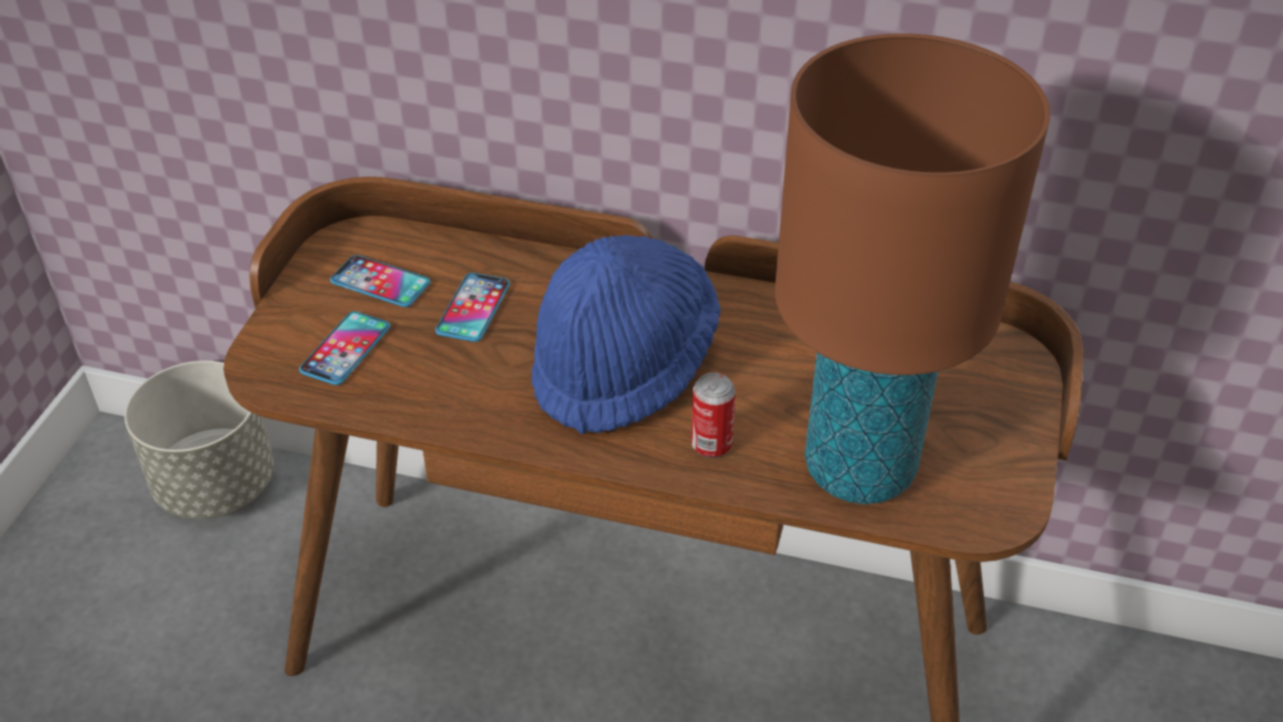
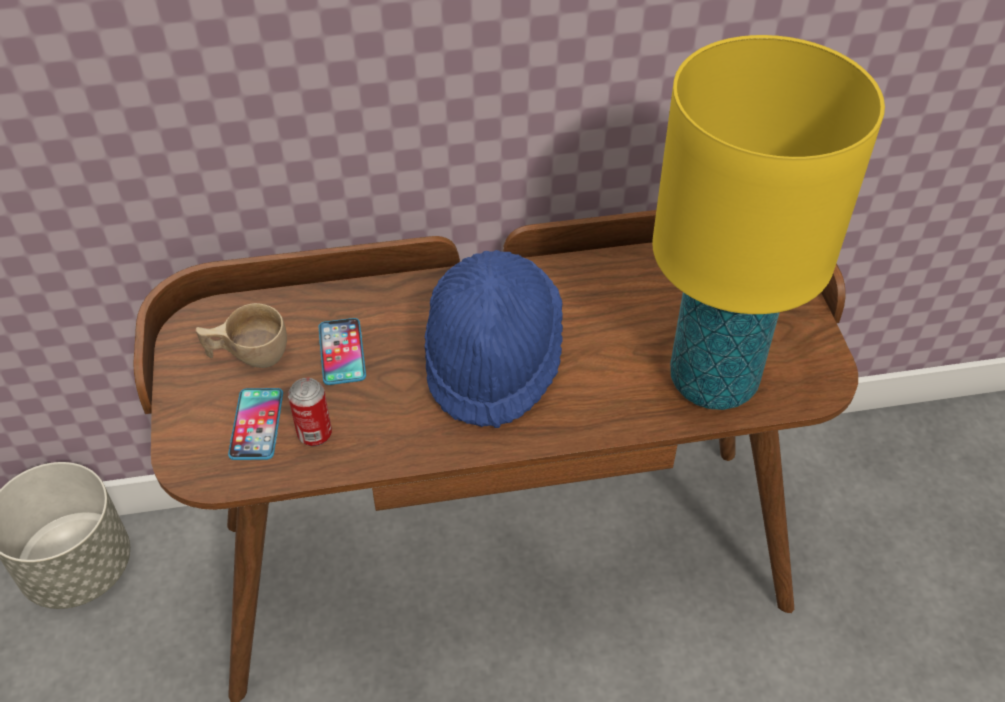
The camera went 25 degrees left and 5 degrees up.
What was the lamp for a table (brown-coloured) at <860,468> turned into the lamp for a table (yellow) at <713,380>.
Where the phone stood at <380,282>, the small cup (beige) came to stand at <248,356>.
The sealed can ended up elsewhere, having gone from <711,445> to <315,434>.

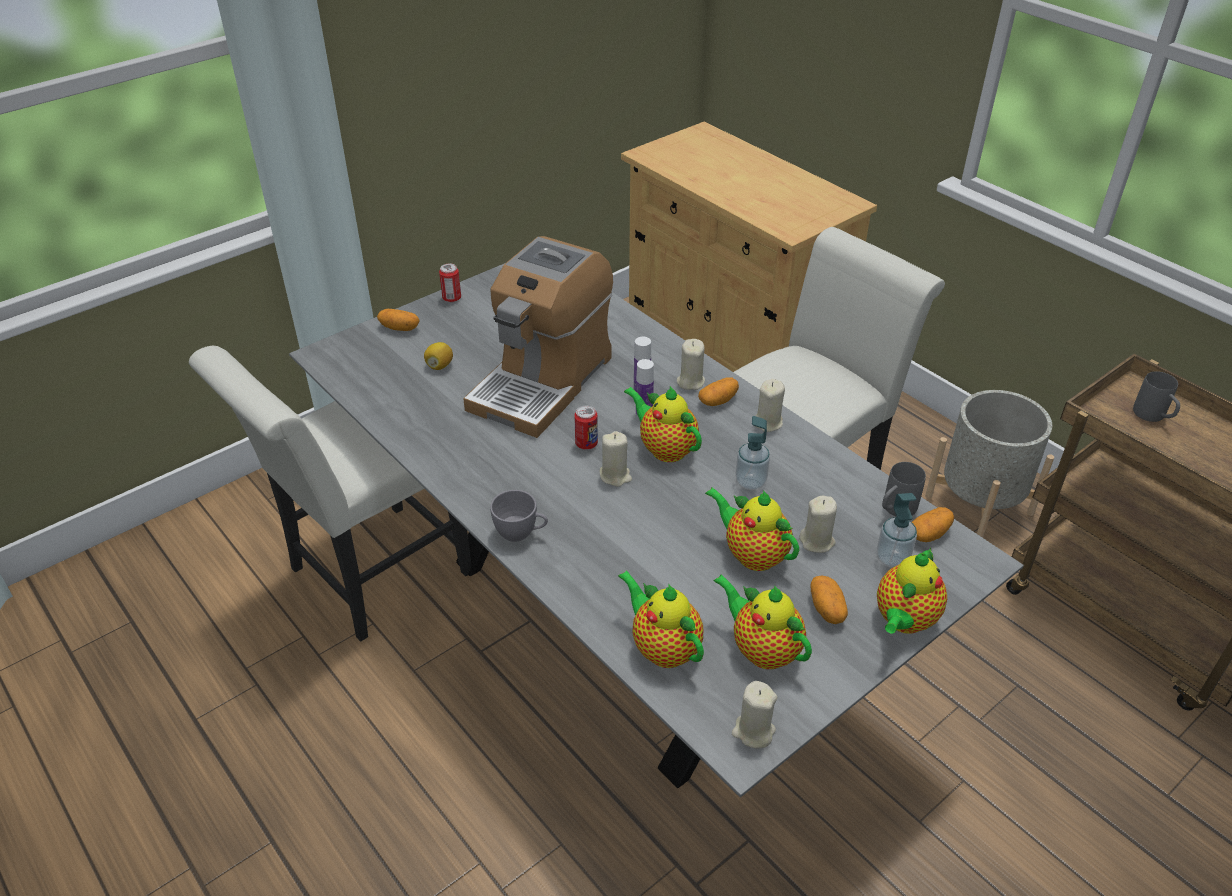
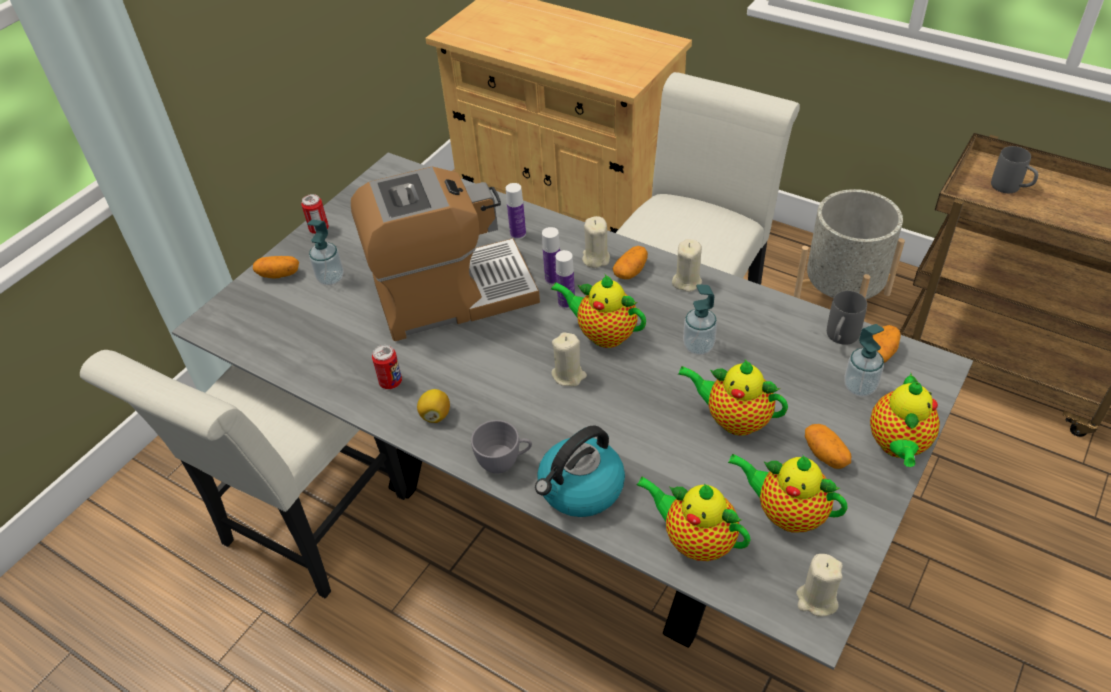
The camera went 15 degrees left and 5 degrees up.
The coffee maker at <542,382> ended up facing another way, 120 degrees counterclockwise from before.
The citrus fruit ended up elsewhere, having gone from <439,366> to <435,415>.
The sealed can ended up elsewhere, having gone from <586,444> to <390,382>.
The second view lost the wax light (beige) at <817,541>.
The second view gained the drink bottle at <518,234>.
The second view gained the soap bottle at <330,278>.
The second view gained the water kettle at <580,489>.

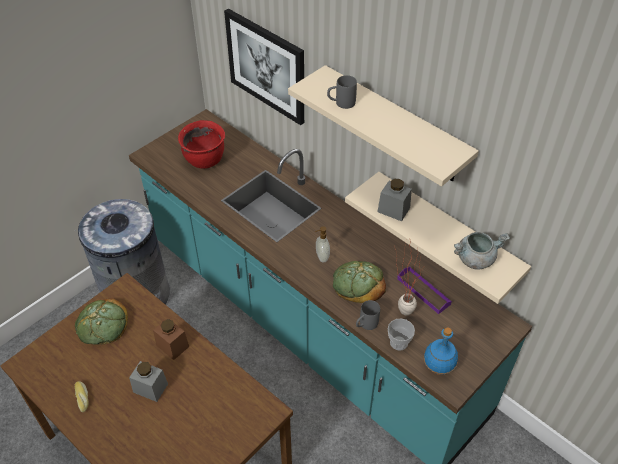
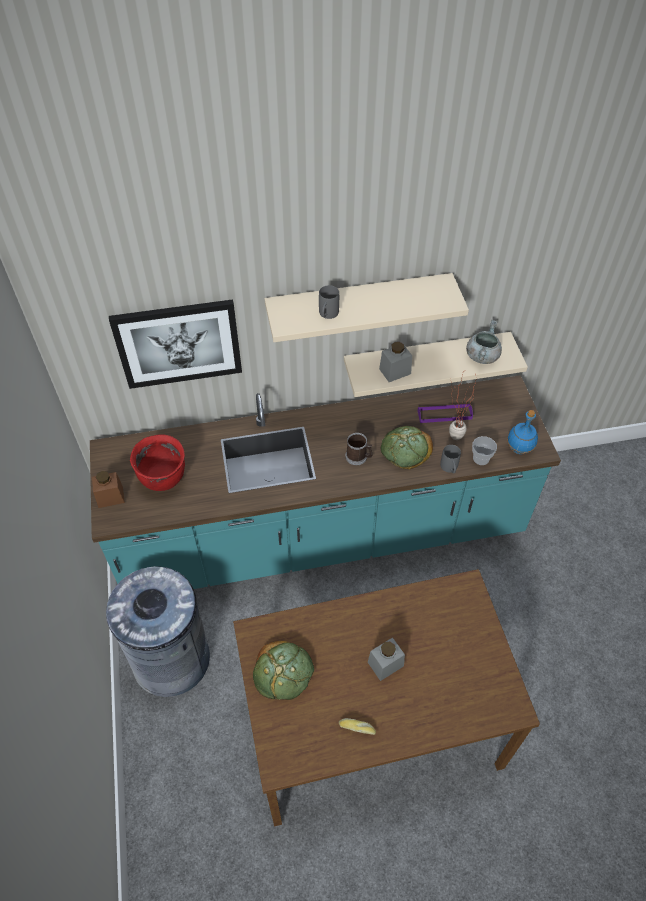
The camera went 55 degrees left and 5 degrees up.
Where the soap bottle stood at <321,257>, the tea mug came to stand at <358,457>.
The jar (brown-coloured) ended up elsewhere, having gone from <172,346> to <110,497>.

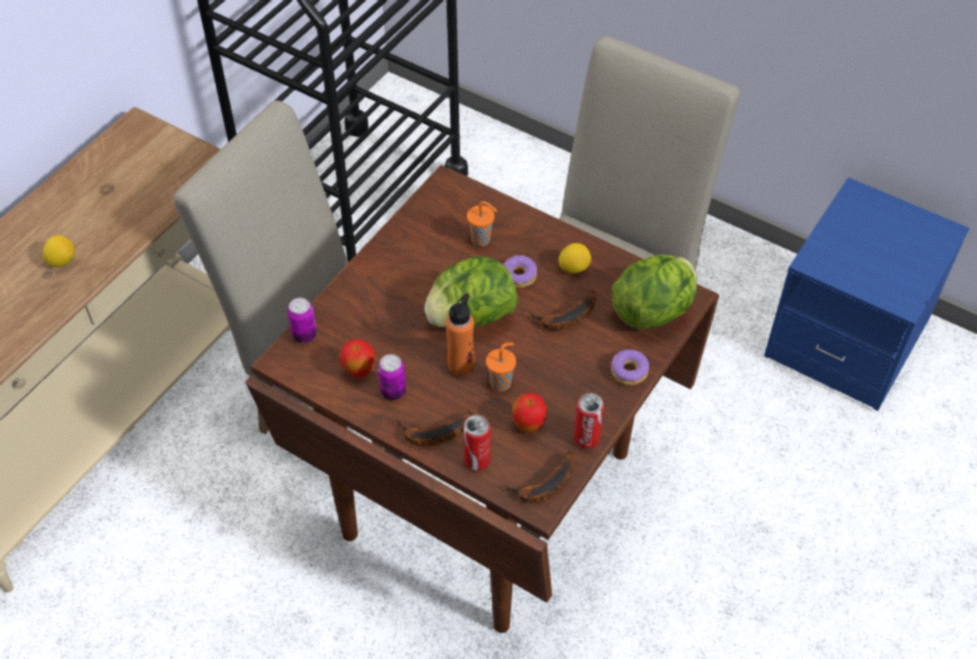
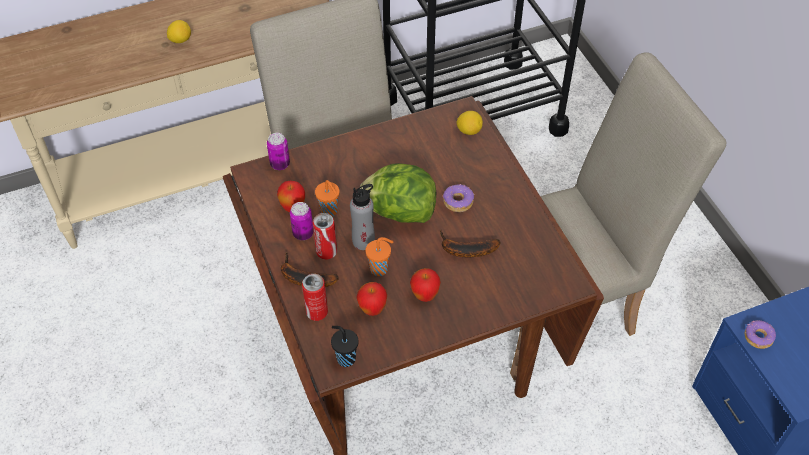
The camera went 35 degrees right and 0 degrees up.
The small cup (orange) ended up elsewhere, having gone from <482,240> to <329,212>.
The citrus fruit ended up elsewhere, having gone from <574,268> to <469,131>.
The second view lost the head of lettuce at <654,311>.
What was the drink bottle (orange) at <461,364> turned into the drink bottle (grey) at <363,241>.
The ring doughnut ended up elsewhere, having gone from <629,372> to <758,337>.
The sealed can ended up elsewhere, having gone from <586,438> to <326,252>.
Where the banana fruit stood at <544,487>, the small cup (blackish) came to stand at <345,358>.
The second view gained the apple fruit at <425,296>.

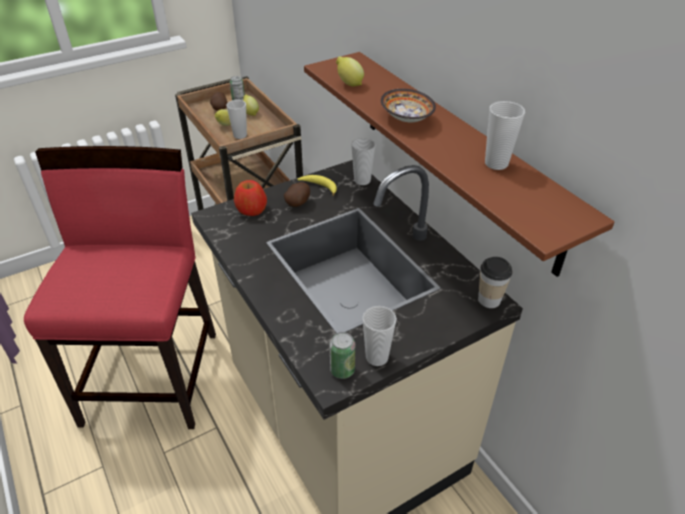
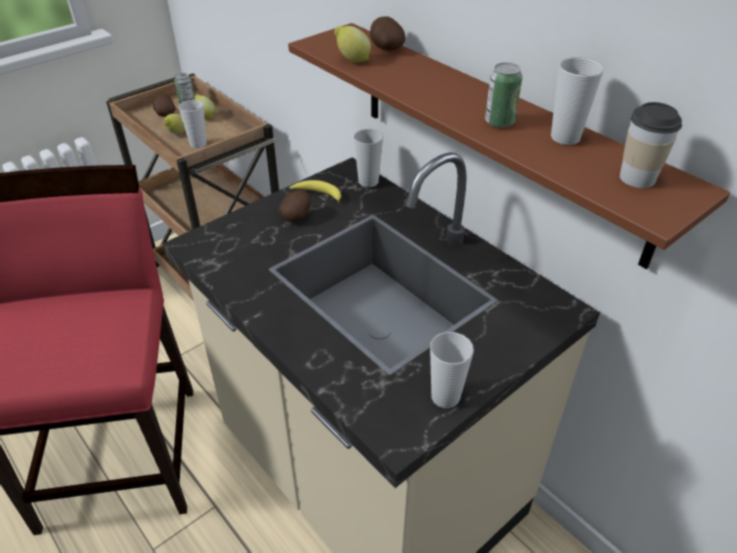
The camera went 10 degrees left and 0 degrees up.
The second view lost the bowl at <407,118>.
The second view lost the apple fruit at <251,209>.
The small cup ended up elsewhere, having gone from <489,300> to <637,178>.
The sealed can ended up elsewhere, having gone from <342,370> to <499,122>.
The second view gained the potato at <385,48>.

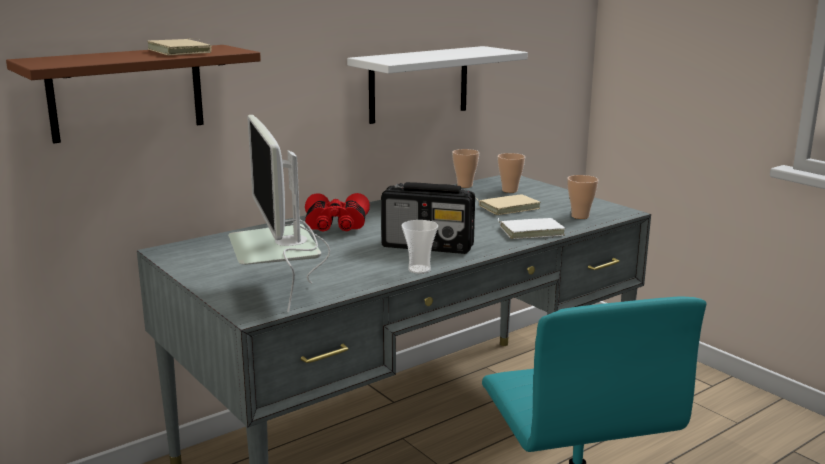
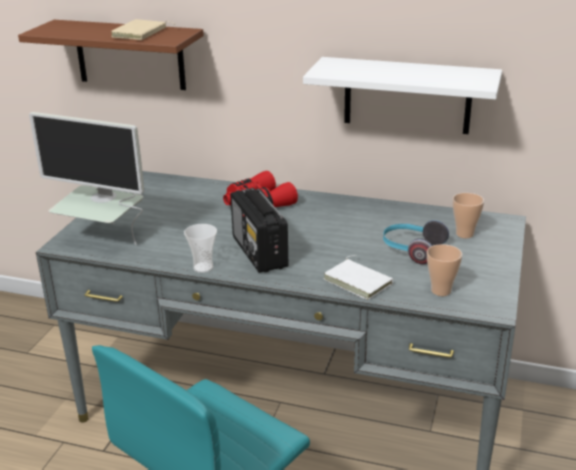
The camera went 55 degrees right and 10 degrees up.
The computer screen at <280,293> ended up facing another way, 105 degrees counterclockwise from before.
The second view lost the small cup at <465,185>.
Where the book (beige) stood at <508,207>, the headset came to stand at <412,250>.

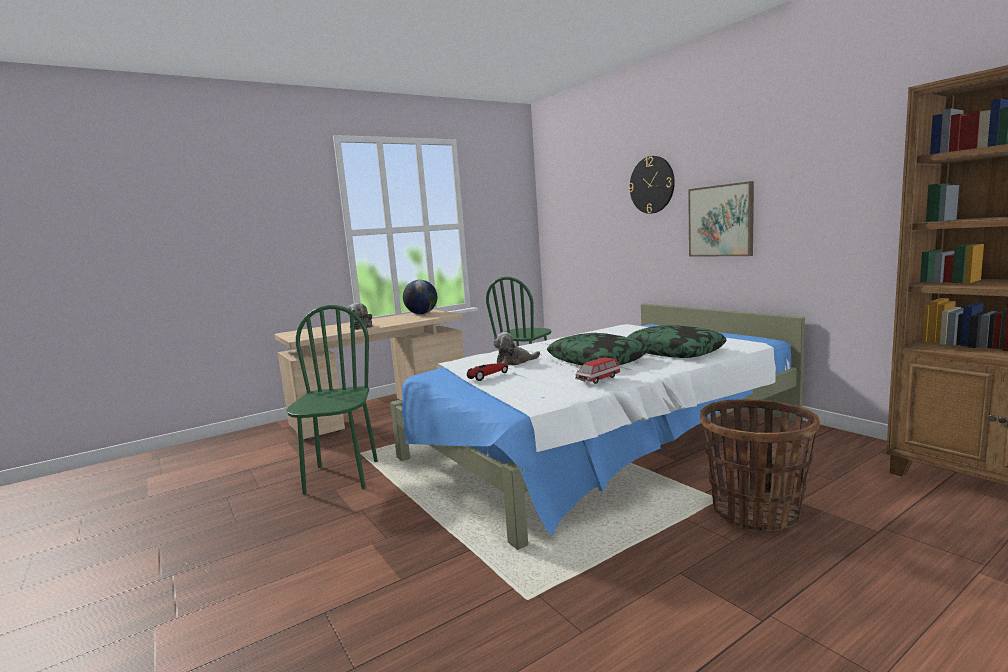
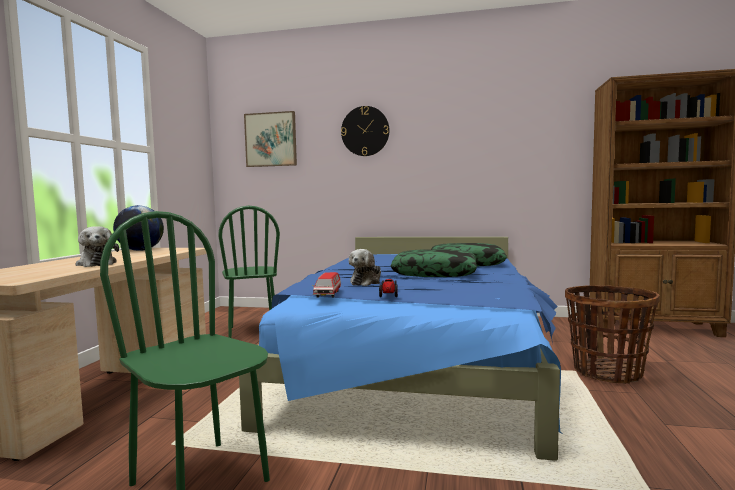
The camera went 45 degrees left and 5 degrees down.
The wall art ended up elsewhere, having gone from <721,221> to <271,139>.
What was the bedroom bed (white-coloured) at <600,440> turned into the bedroom bed (blue) at <416,357>.
The model car ended up elsewhere, having gone from <598,379> to <327,294>.

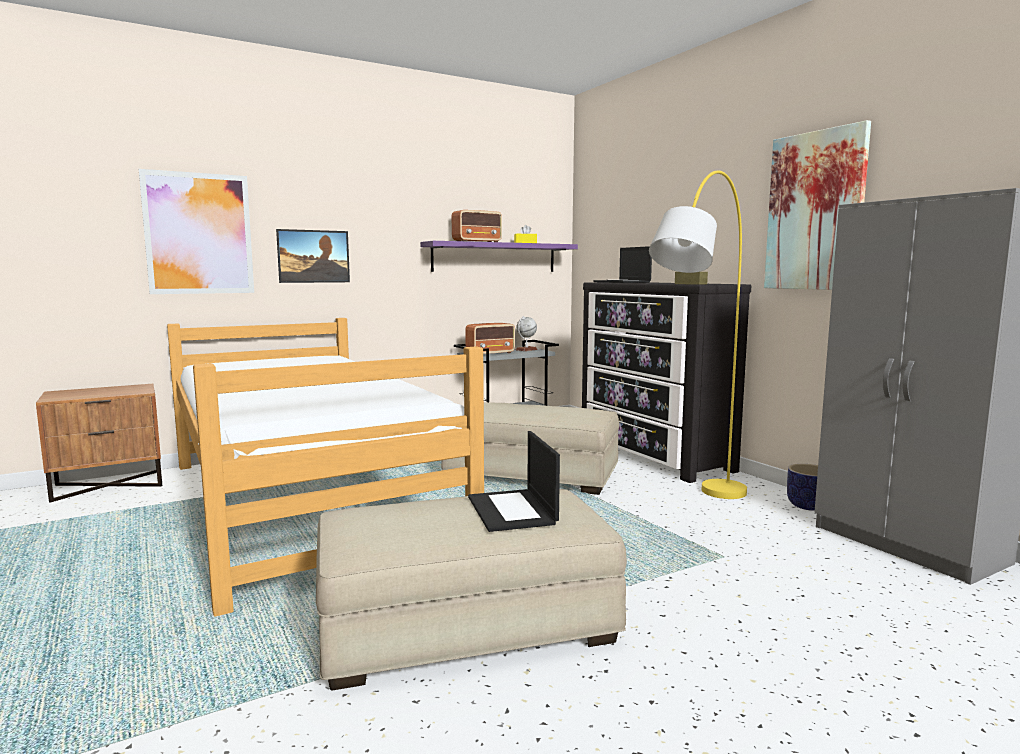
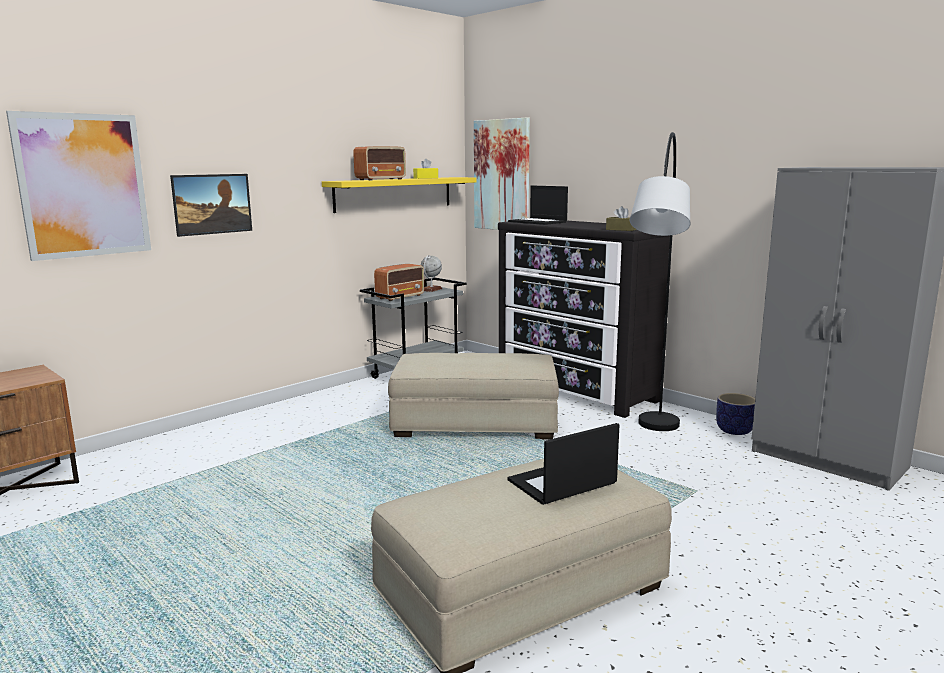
The camera went 15 degrees left and 5 degrees up.
The wall art ended up elsewhere, having gone from <814,211> to <502,175>.
What was the standard lamp (yellow) at <697,517> turned into the standard lamp (blackish) at <652,453>.
What was the shelf (purplish) at <495,257> turned into the shelf (yellow) at <394,194>.
The second view lost the bedroom bed at <305,502>.
The notebook computer at <513,511> ended up facing another way, 90 degrees clockwise from before.

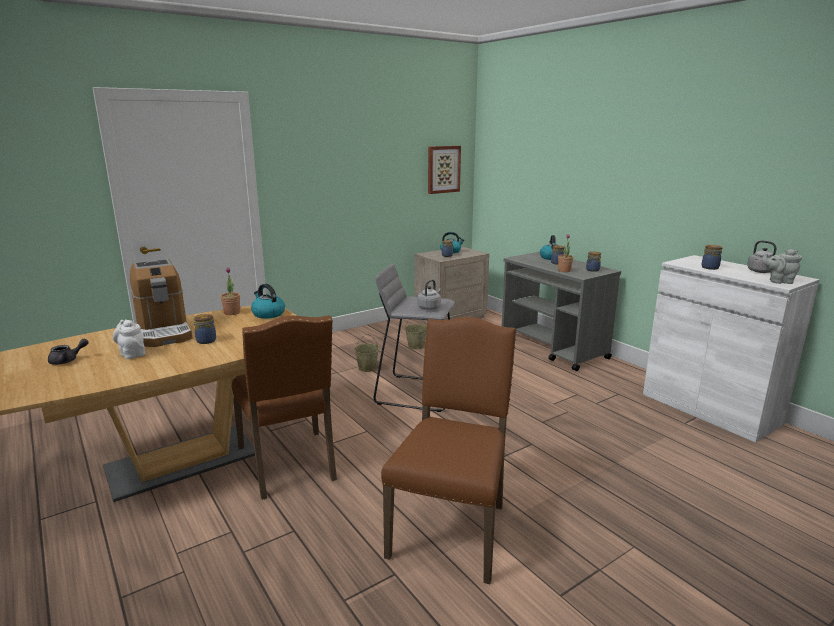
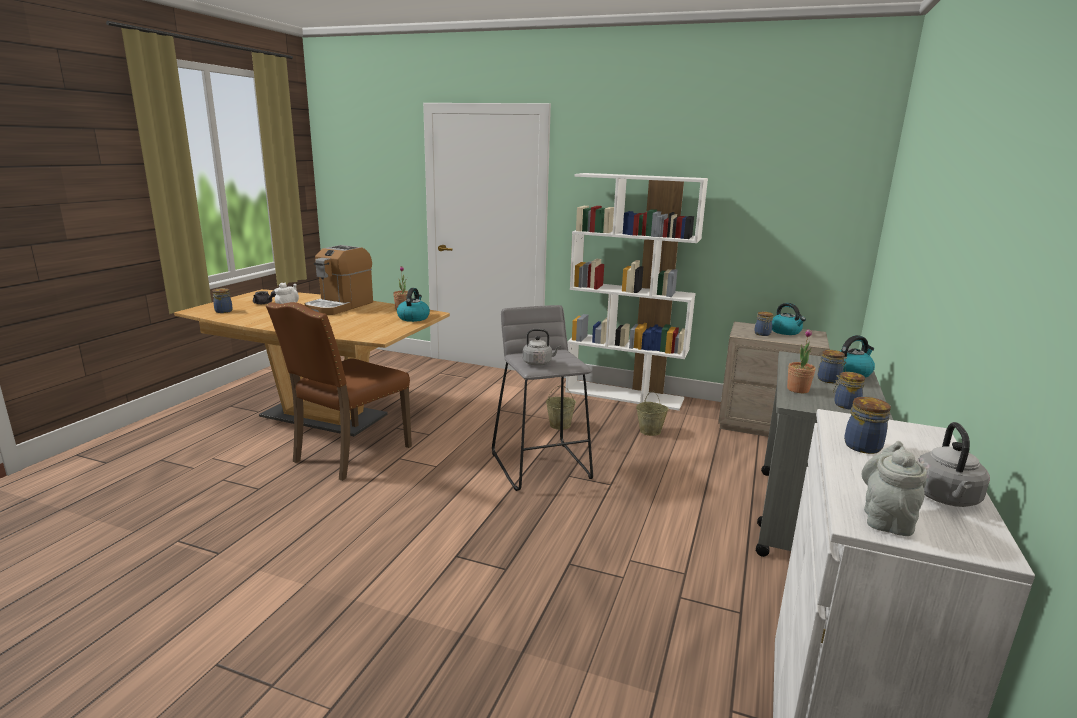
The camera went 55 degrees right and 0 degrees up.
The second view lost the wall art at <443,169>.
The pot for tea (grey) at <778,281> ended up facing another way, 45 degrees clockwise from before.
The jar ended up elsewhere, having gone from <206,340> to <224,311>.
The second view lost the upright chair (brown-coloured) at <451,528>.
The second view gained the shelving unit (white-coloured) at <625,395>.

